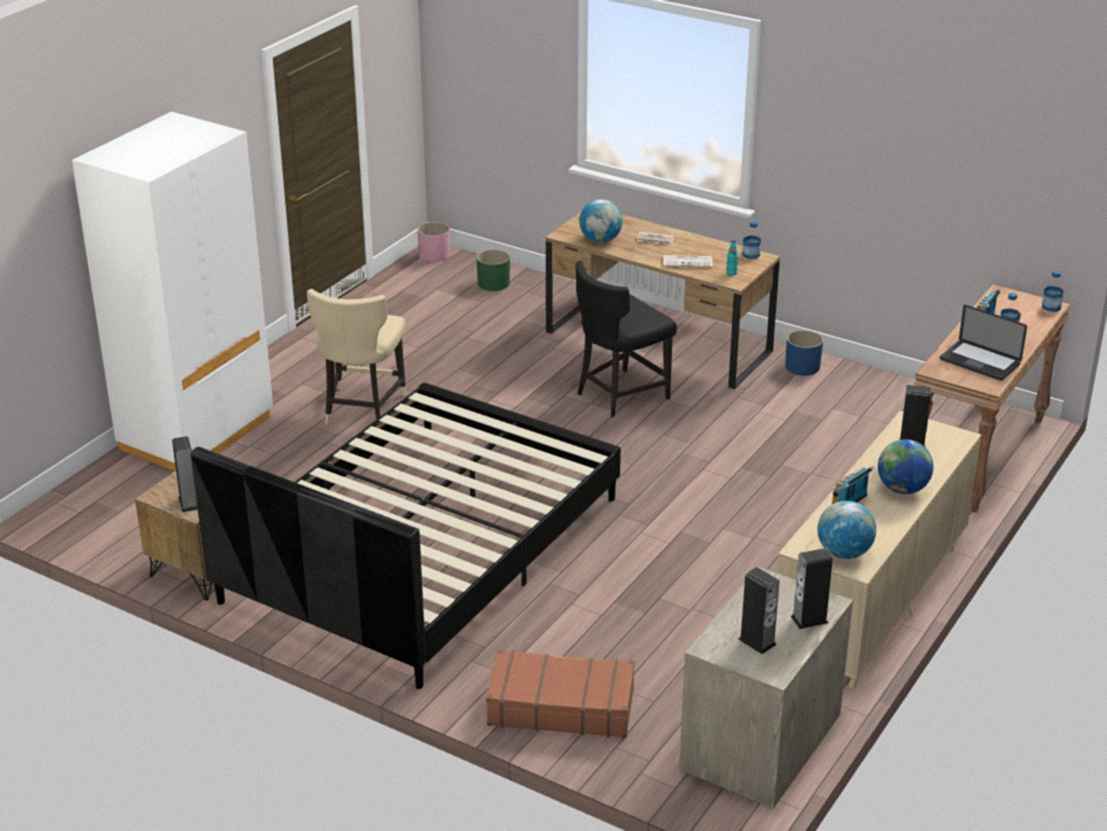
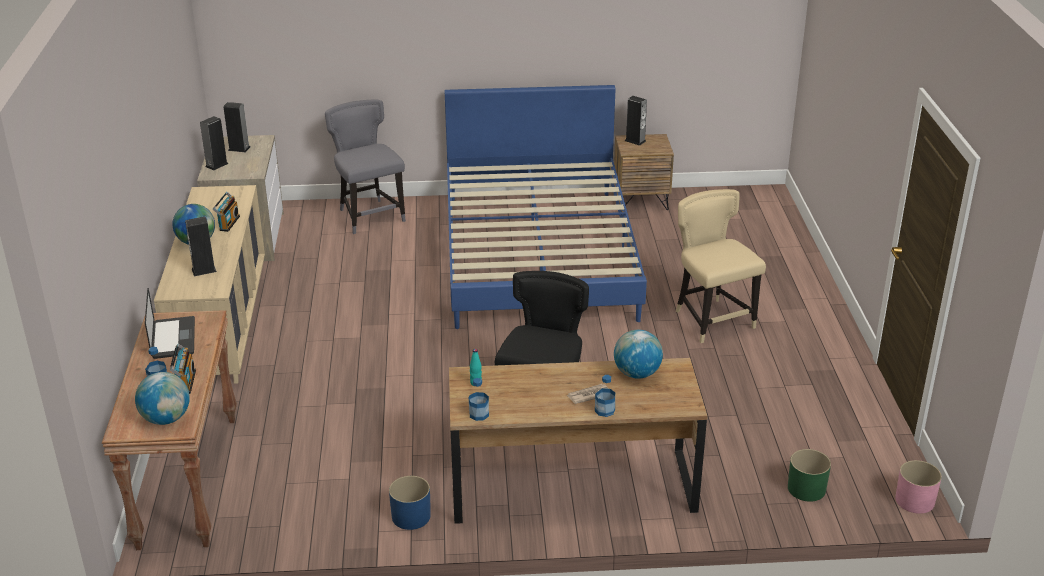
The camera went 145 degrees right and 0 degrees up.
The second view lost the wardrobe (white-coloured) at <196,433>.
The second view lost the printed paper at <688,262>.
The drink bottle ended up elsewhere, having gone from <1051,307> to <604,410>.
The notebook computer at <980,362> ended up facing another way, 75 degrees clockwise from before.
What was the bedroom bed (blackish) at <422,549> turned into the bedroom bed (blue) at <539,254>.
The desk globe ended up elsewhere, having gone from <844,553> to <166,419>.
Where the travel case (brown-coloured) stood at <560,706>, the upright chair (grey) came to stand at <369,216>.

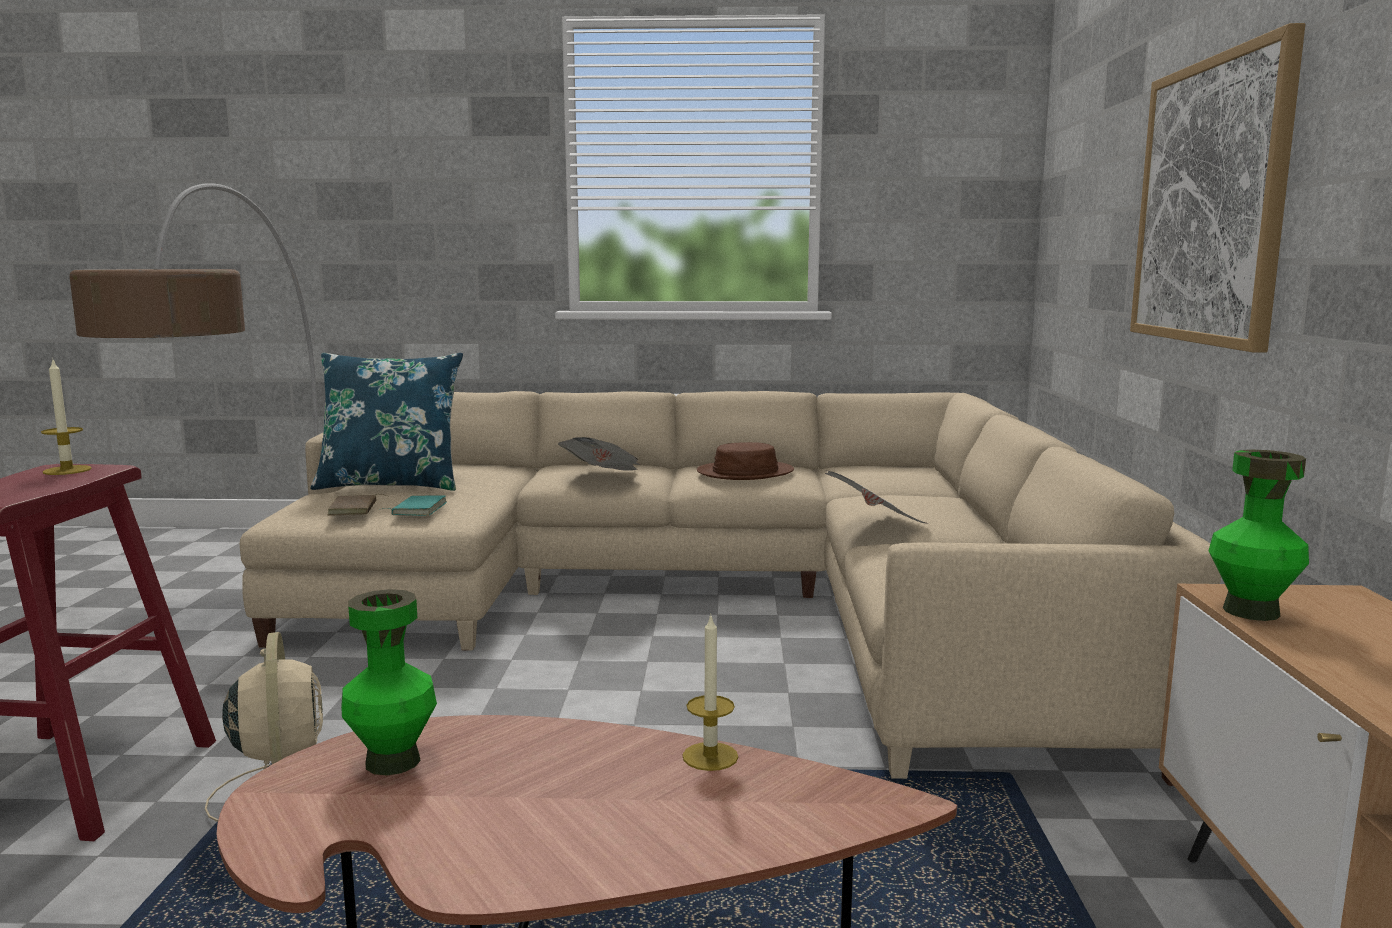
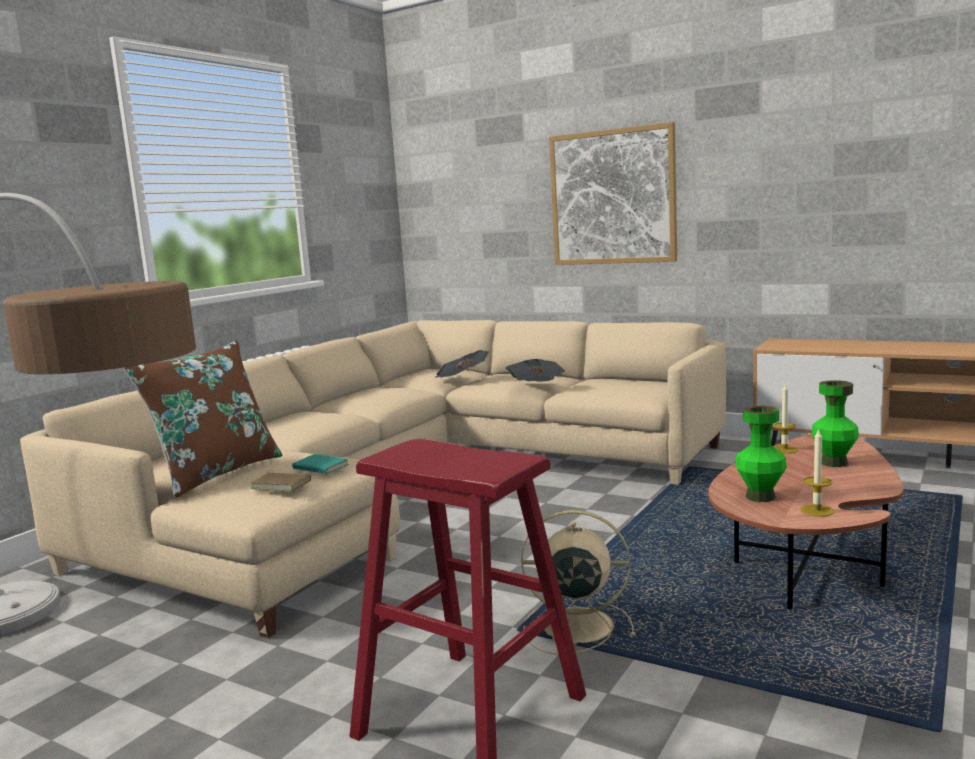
The camera went 60 degrees left and 0 degrees up.
What was the throw pillow (blue) at <391,485> turned into the throw pillow (brown-coloured) at <216,473>.
The wax light ended up elsewhere, having gone from <67,470> to <817,510>.
The printed paper ended up elsewhere, having gone from <603,477> to <462,379>.
The second view lost the hat (brown-coloured) at <745,472>.
The decorative vase (green-coloured) ended up elsewhere, having gone from <1250,612> to <834,463>.

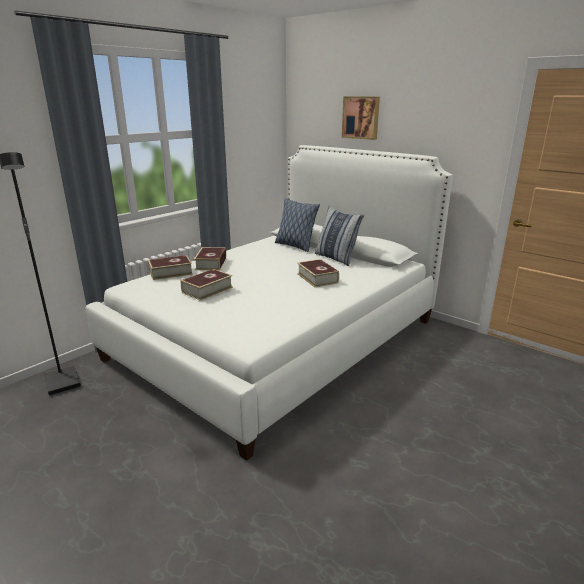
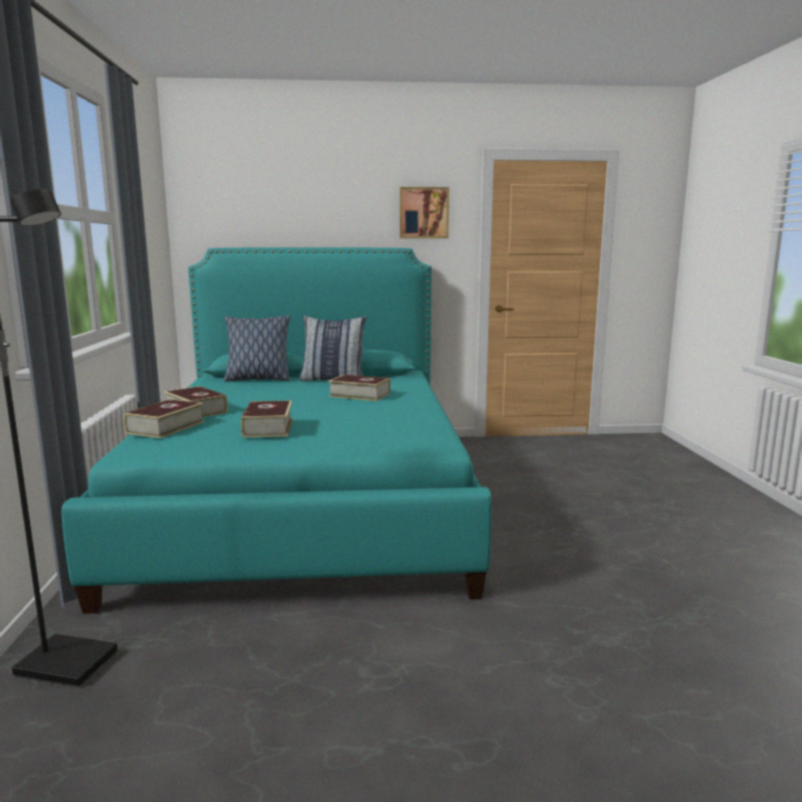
The camera went 45 degrees left and 10 degrees down.
The wall art ended up elsewhere, having gone from <361,117> to <423,213>.
What was the bedroom bed (white-coloured) at <277,338> turned into the bedroom bed (blue-green) at <305,500>.

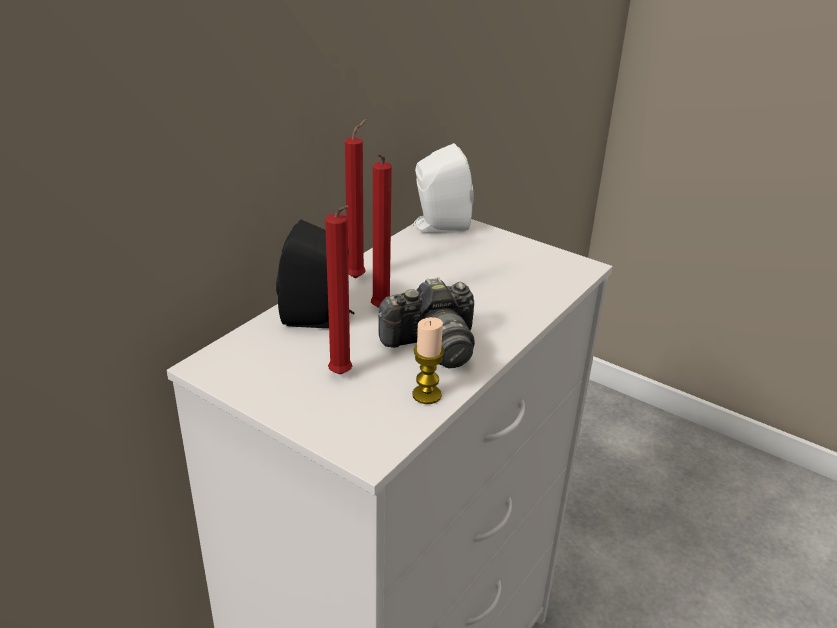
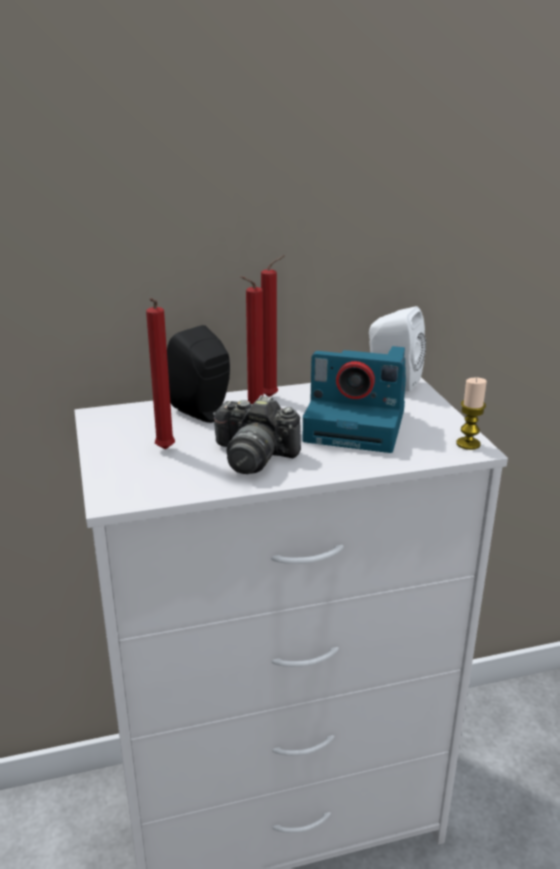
The camera went 40 degrees right and 5 degrees down.
The wax light ended up elsewhere, having gone from <427,395> to <468,444>.
The second view gained the still camera at <358,425>.

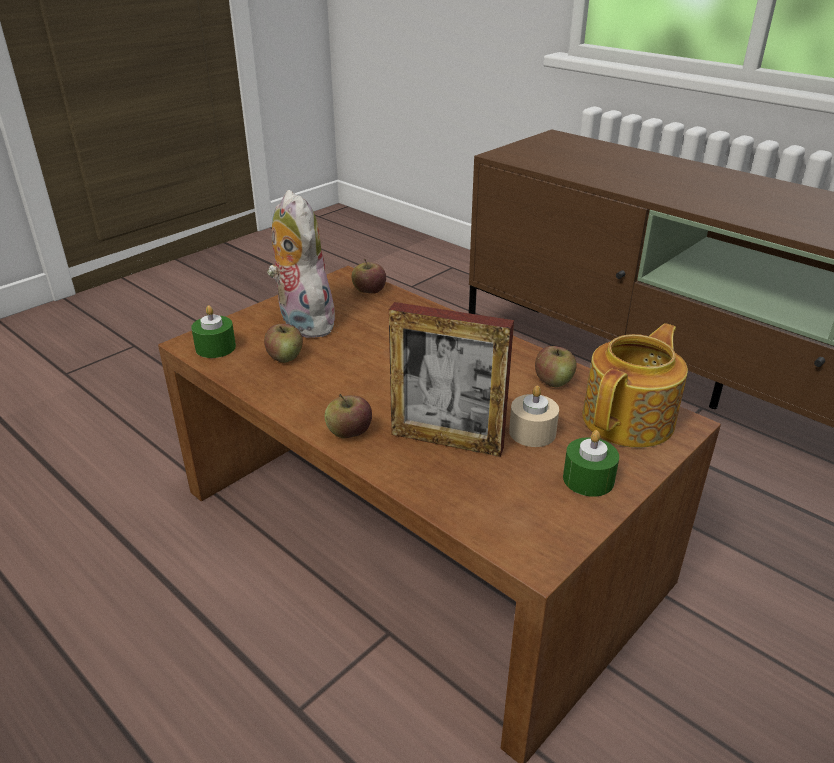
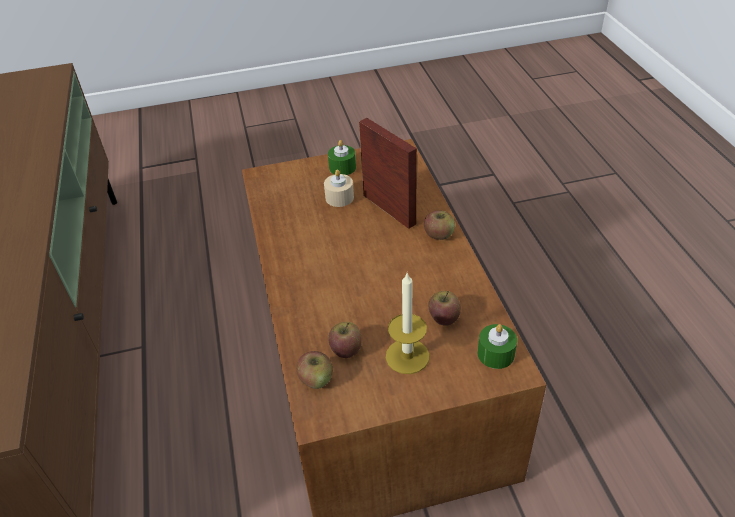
The camera went 145 degrees left and 10 degrees up.
Where the cuddly toy stood at <302,323>, the wax light came to stand at <407,356>.
The second view lost the pot for tea at <630,419>.
The apple fruit ended up elsewhere, having gone from <553,381> to <346,349>.

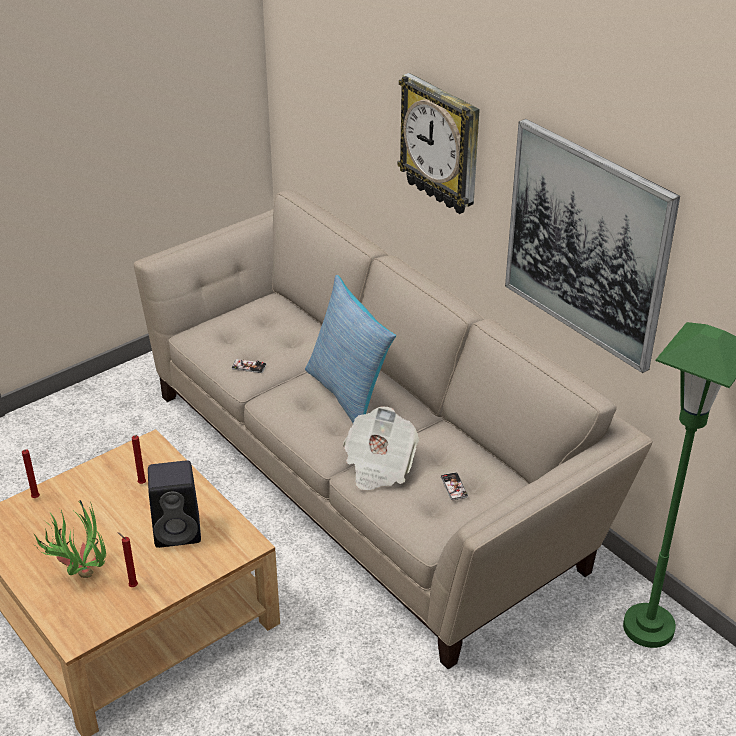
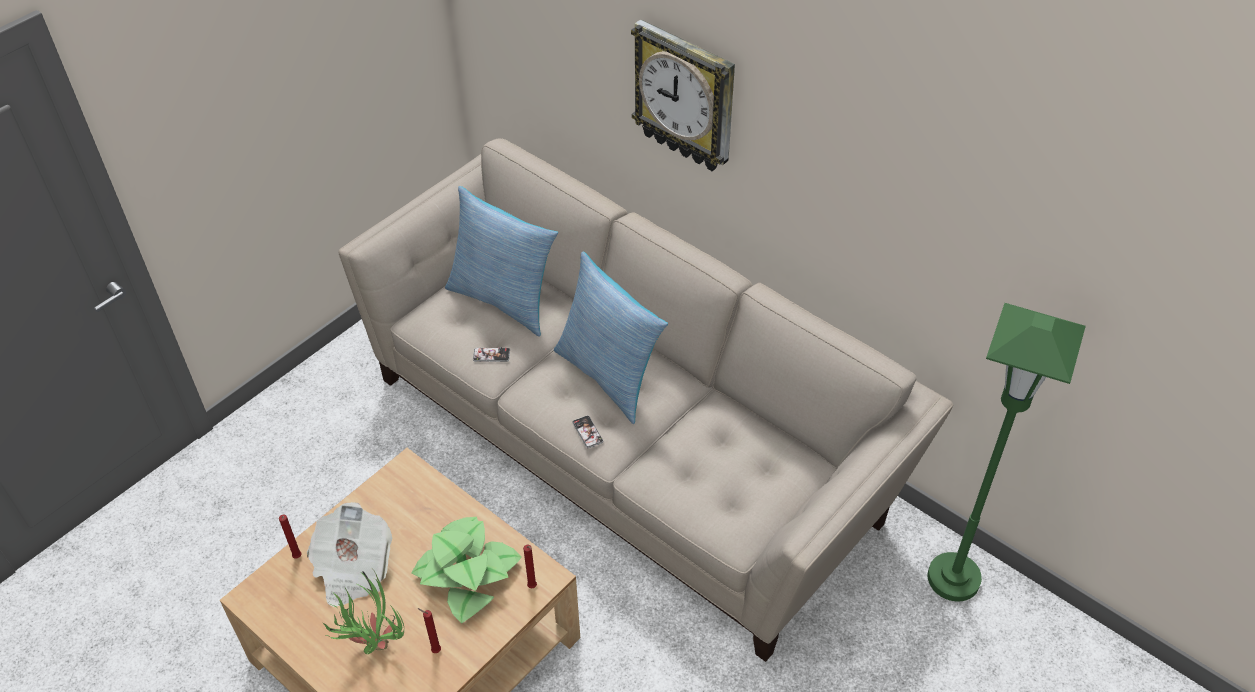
The camera went 10 degrees left and 10 degrees up.
The second view lost the wall art at <587,244>.
The printed paper ended up elsewhere, having gone from <379,465> to <352,568>.
The wax light (red) ended up elsewhere, having gone from <142,484> to <533,587>.
Where the audio speaker (blackish) stood at <179,530>, the plant in a pot came to stand at <467,573>.
The phone ended up elsewhere, having gone from <454,487> to <587,432>.
The second view gained the throw pillow at <504,299>.

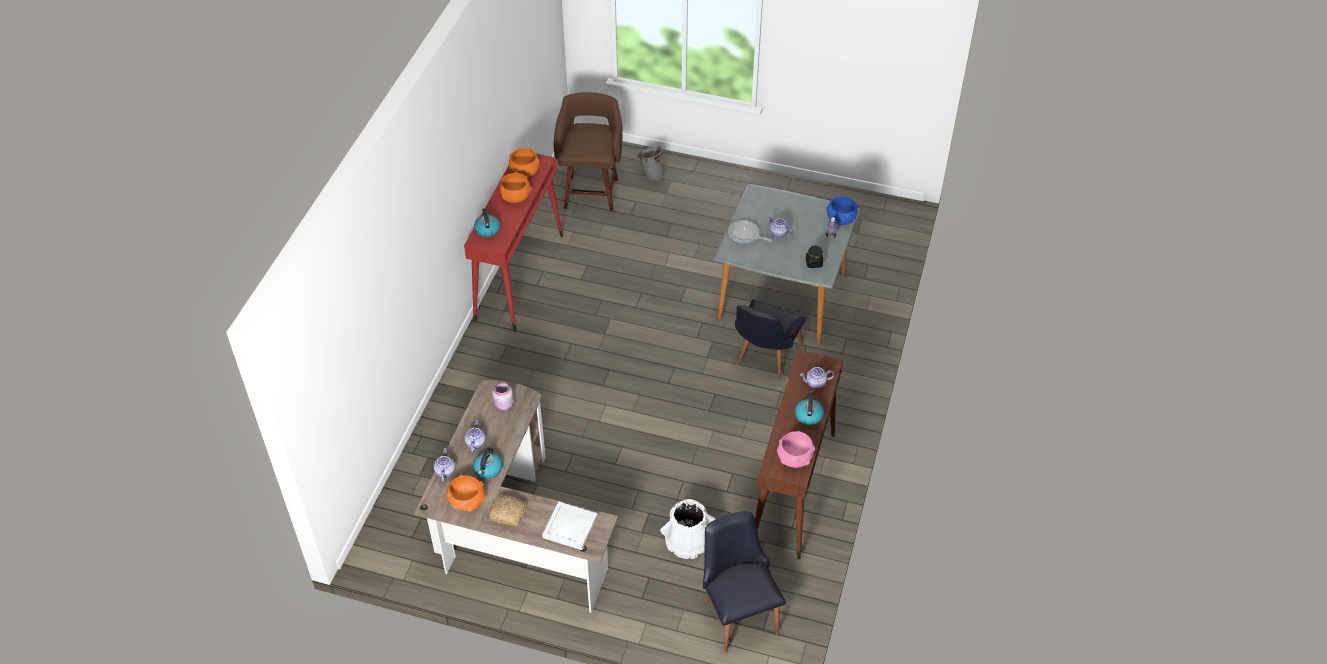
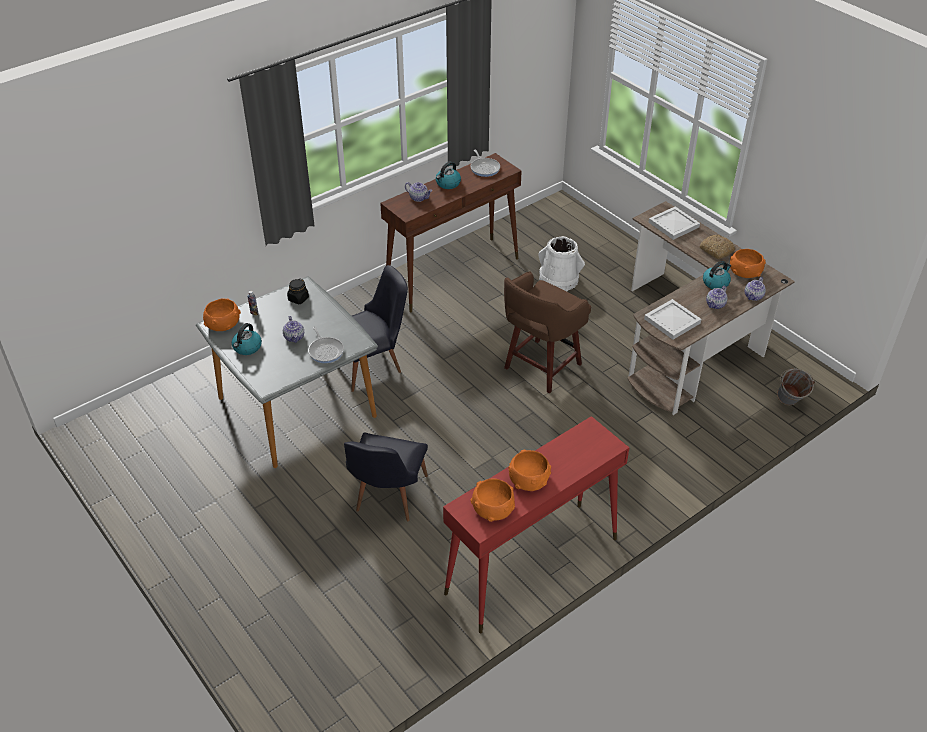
The camera went 145 degrees left and 5 degrees down.
The stool seat (brown-coloured) ended up elsewhere, having gone from <591,192> to <541,367>.
The pail (grey) ended up elsewhere, having gone from <651,175> to <789,404>.
What was the bowl (blue) at <841,217> turned into the bowl (orange) at <223,323>.
The water kettle ended up elsewhere, having gone from <487,229> to <247,347>.
Where the jar (pinkish) stood at <503,405>, the tray (white-coloured) came to stand at <673,321>.
Where the bowl (pinkish) stood at <795,457>, the pan came to stand at <484,168>.
The upright chair (blackish) ended up elsewhere, having gone from <738,610> to <387,499>.

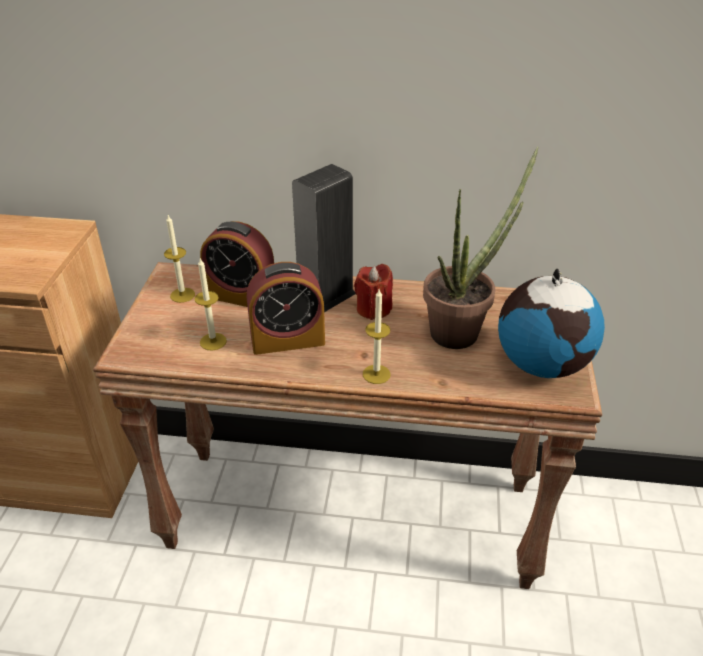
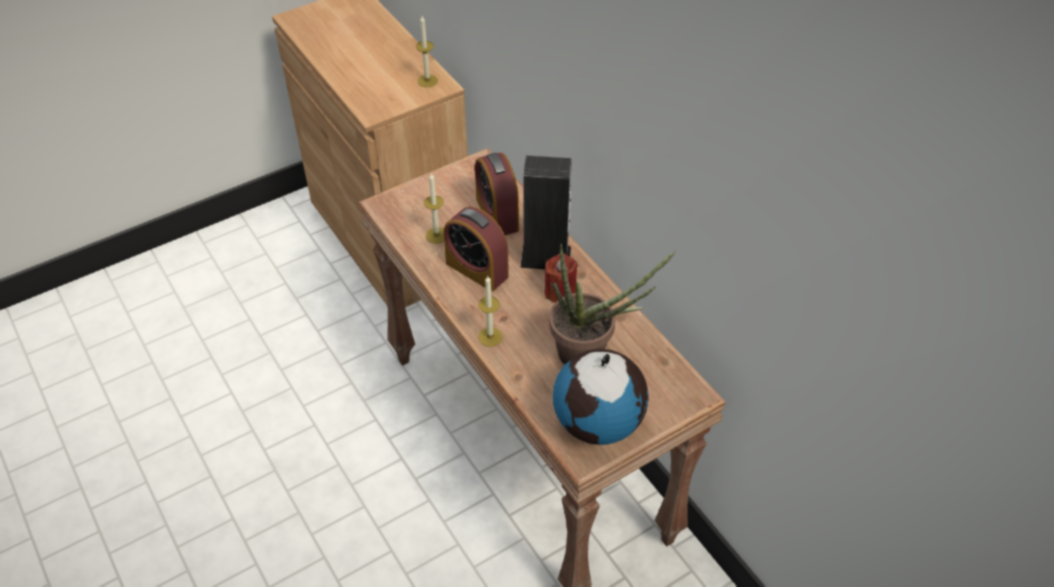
The camera went 50 degrees right and 10 degrees up.
The wax light ended up elsewhere, having gone from <182,295> to <427,81>.

